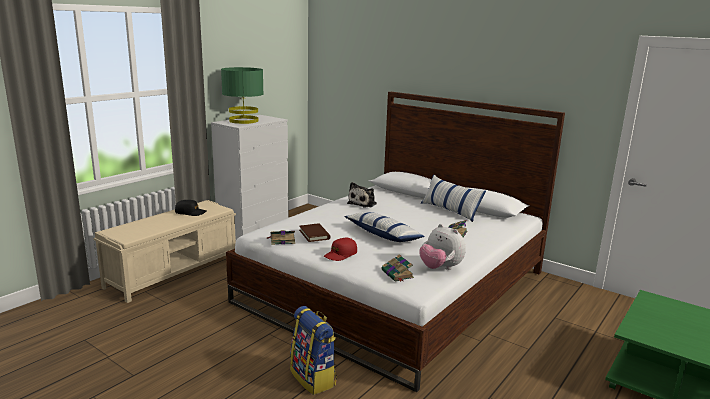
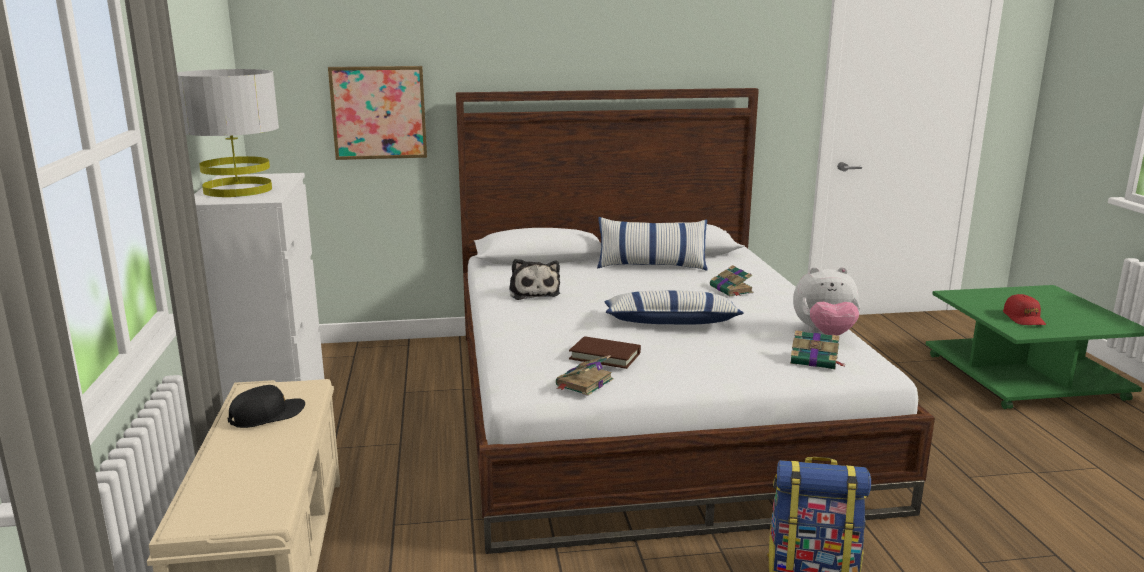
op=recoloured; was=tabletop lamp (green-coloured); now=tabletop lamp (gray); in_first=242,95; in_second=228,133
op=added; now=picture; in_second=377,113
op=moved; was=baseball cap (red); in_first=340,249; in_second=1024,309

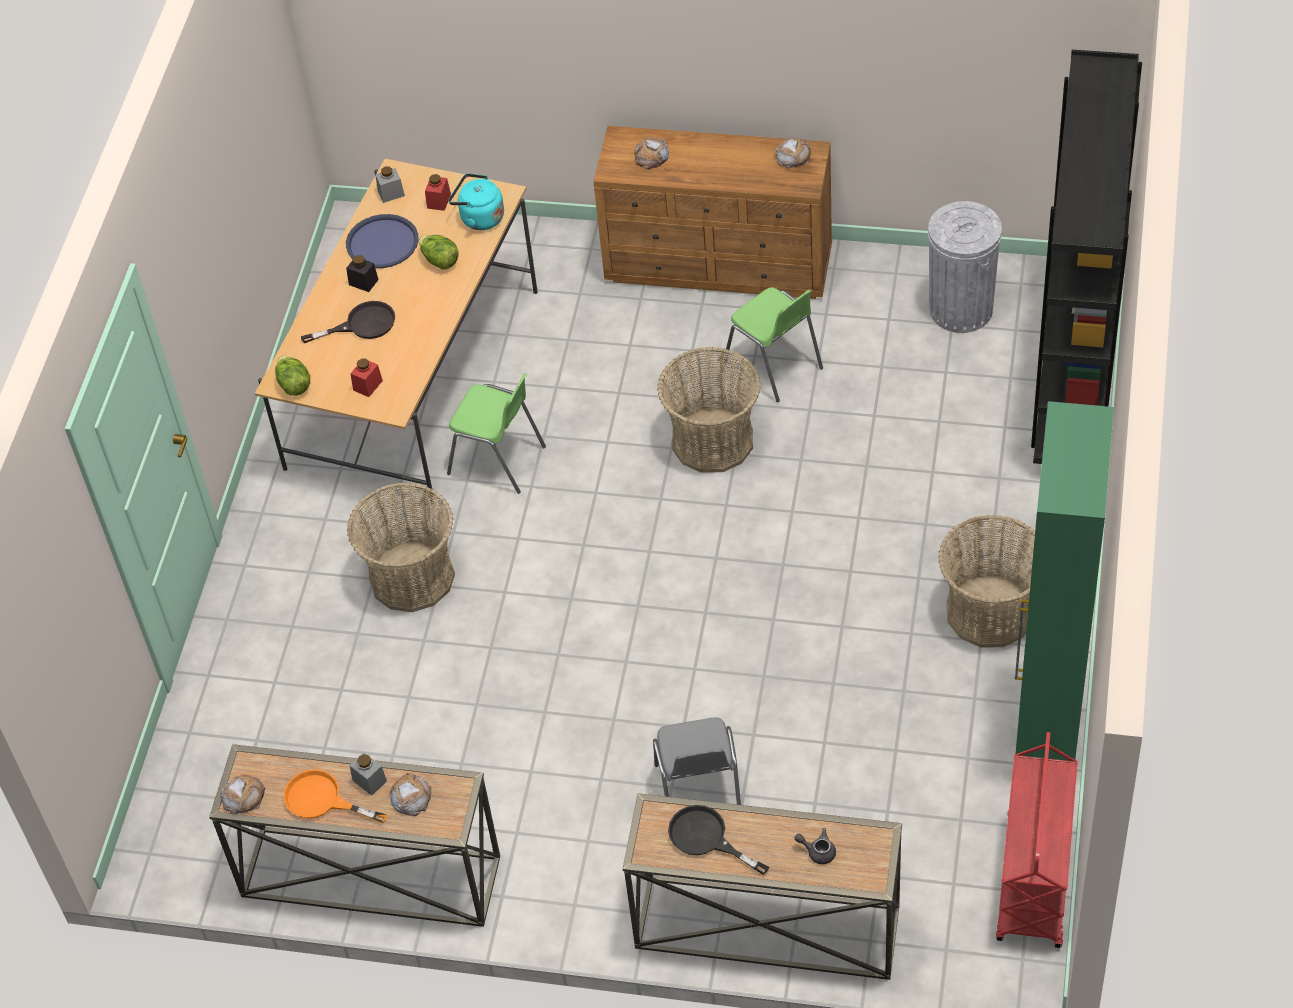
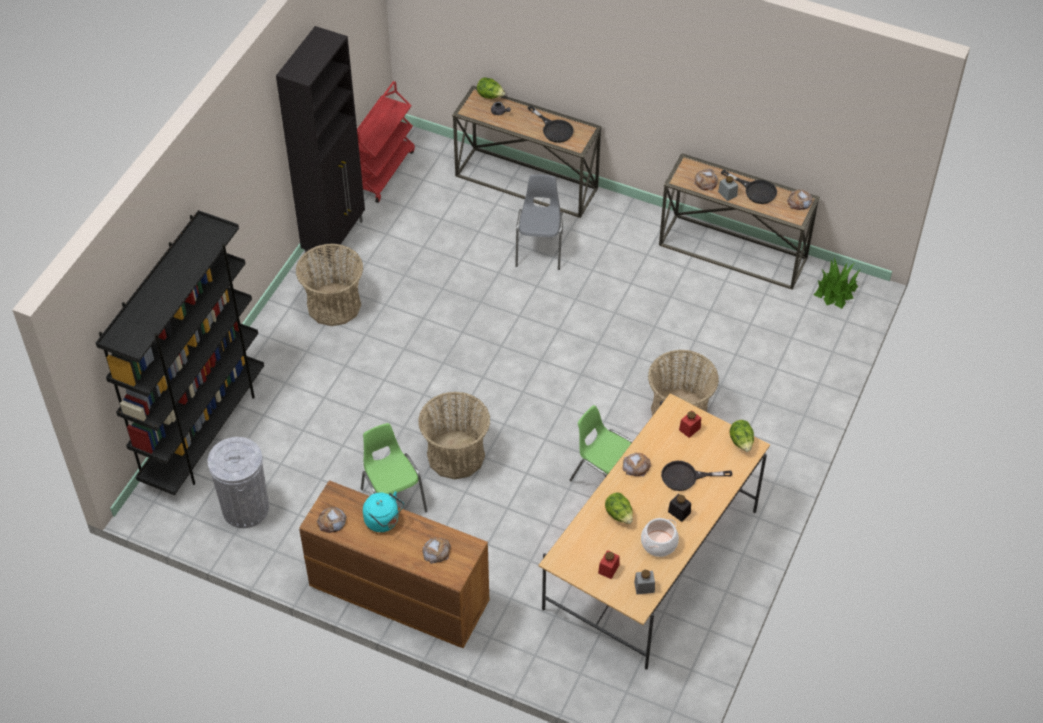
op=recoloured; was=cabinet (green-coloured); now=cabinet (blackish); in_first=1064,581; in_second=320,146
op=moved; was=tea kettle (turquoise-coloured); in_first=476,201; in_second=383,511
op=added; now=head of lettuce; in_second=491,88
op=added; now=bakery bread; in_second=636,464
op=replaced; was=serving tray (blue); now=saucepot; in_first=382,241; in_second=660,537
op=recoloured; was=skillet (orange); now=skillet (blackish); in_first=335,796; in_second=749,187
op=added; now=houseplant; in_second=837,283

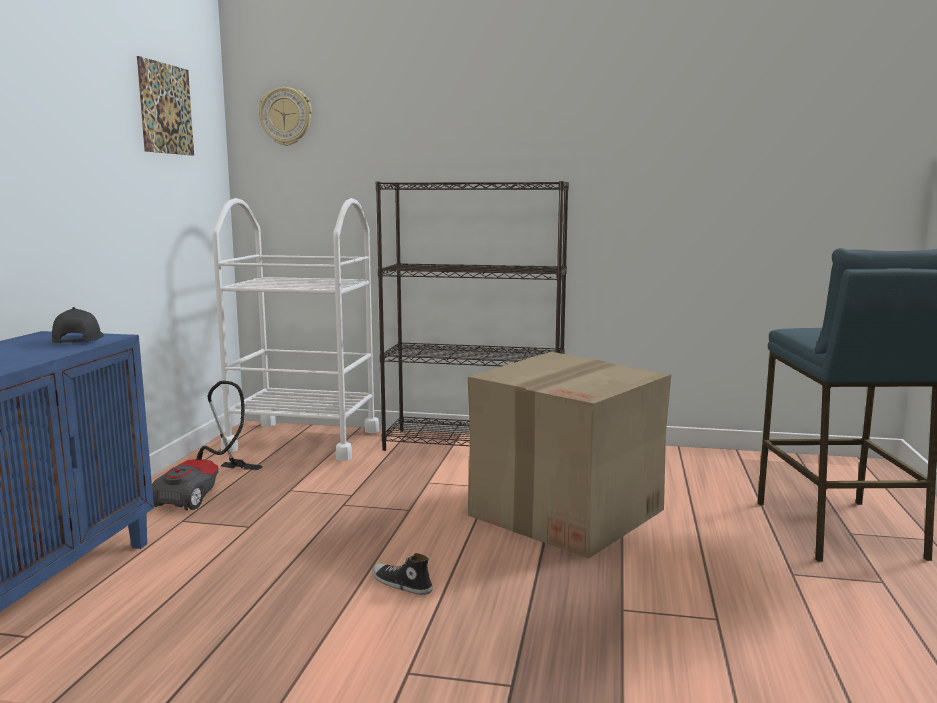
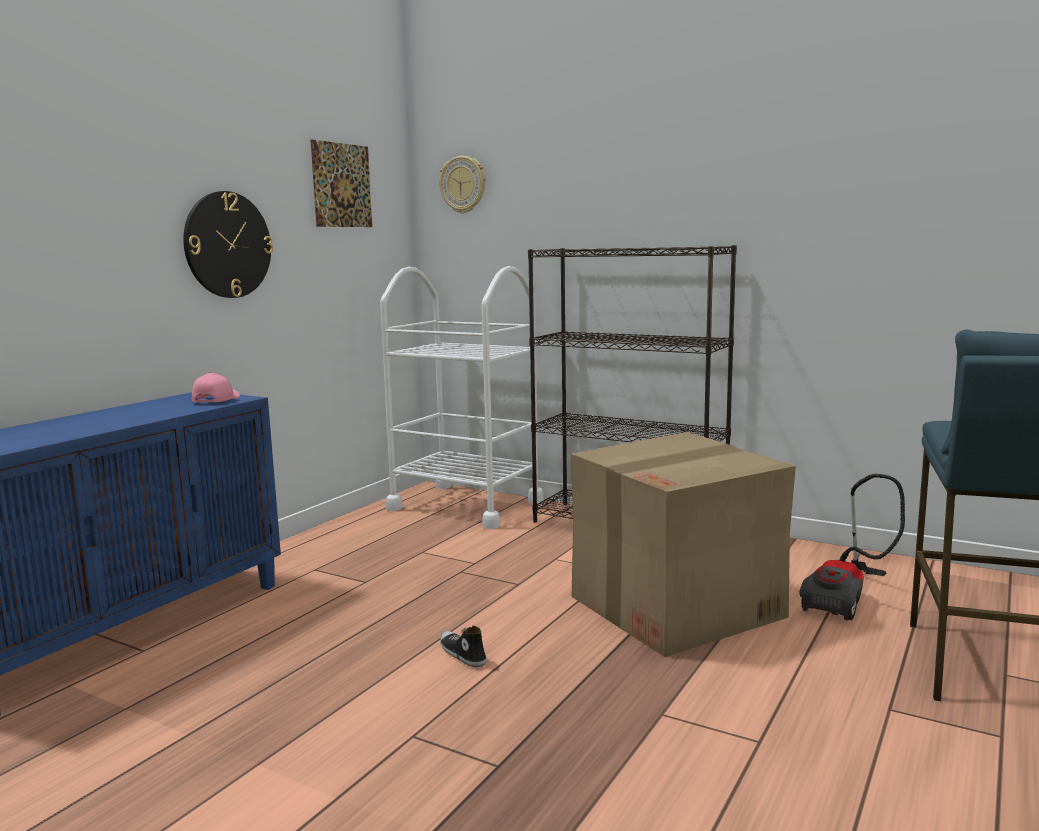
op=added; now=wall clock; in_second=228,244
op=recoloured; was=baseball cap (blackish); now=baseball cap (pink-coloured); in_first=78,325; in_second=216,387
op=moved; was=vacuum; in_first=207,445; in_second=852,547

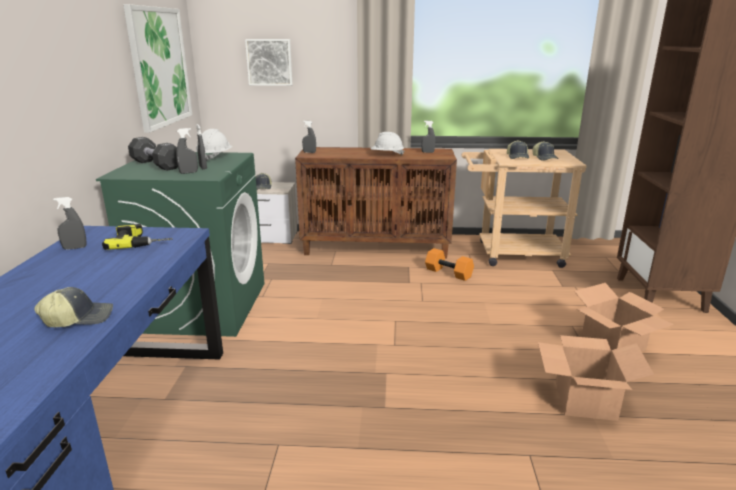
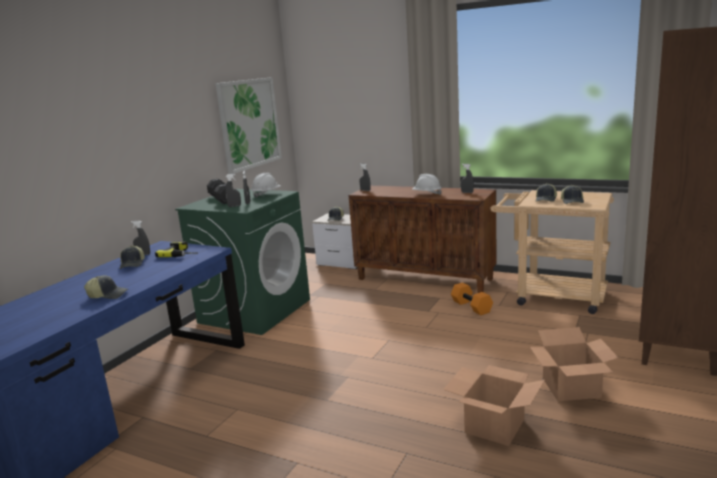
op=added; now=baseball cap; in_second=132,257
op=removed; was=picture; in_first=269,62

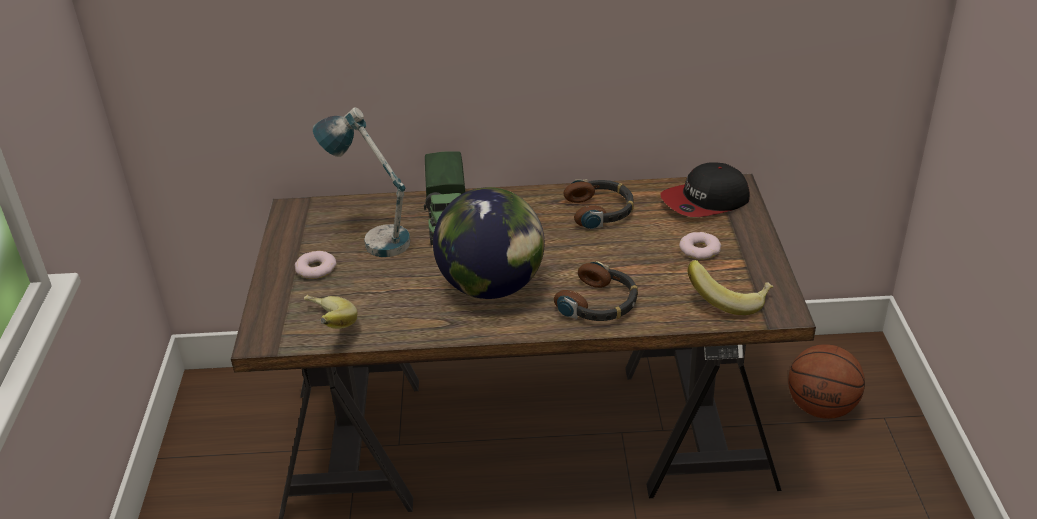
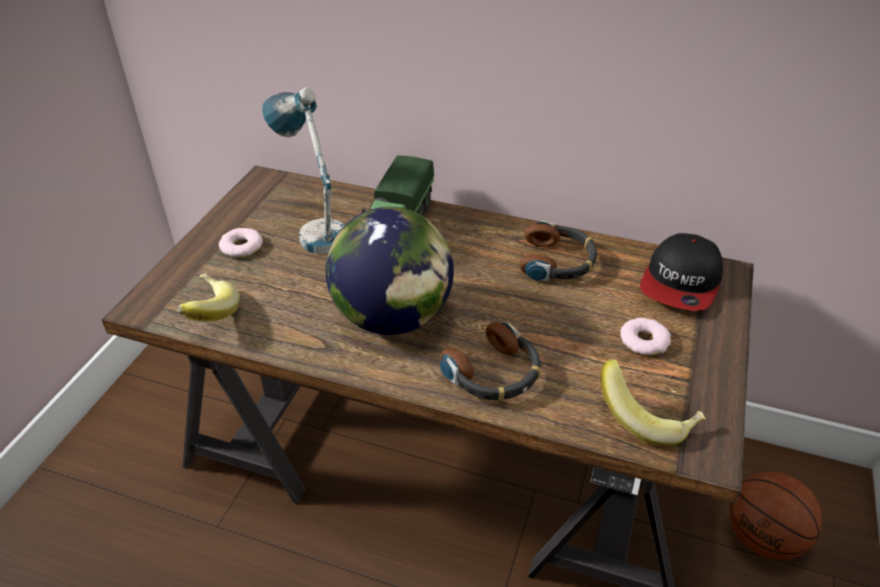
op=turned; was=baseball cap; in_first=705,189; in_second=681,272; clockwise=-60

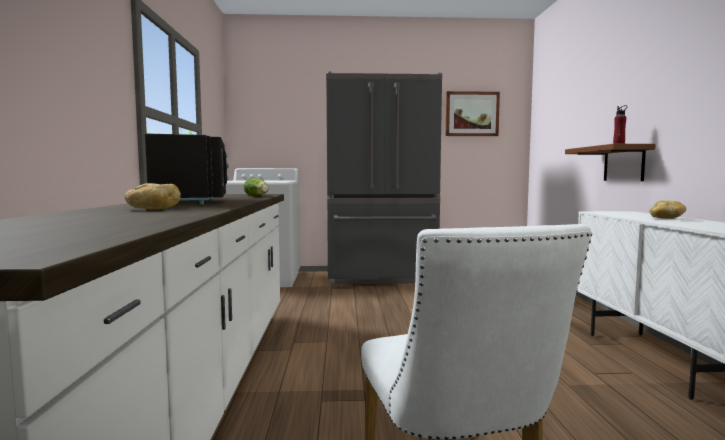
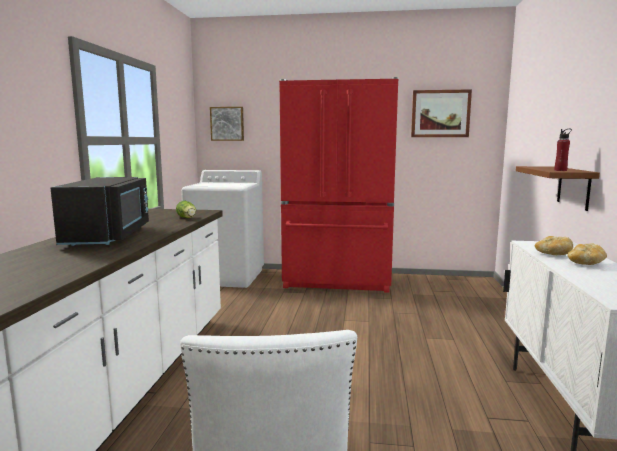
op=added; now=picture; in_second=227,124
op=recoloured; was=refrigerator (gray); now=refrigerator (red); in_first=384,179; in_second=339,185
op=moved; was=bakery bread; in_first=152,196; in_second=554,245

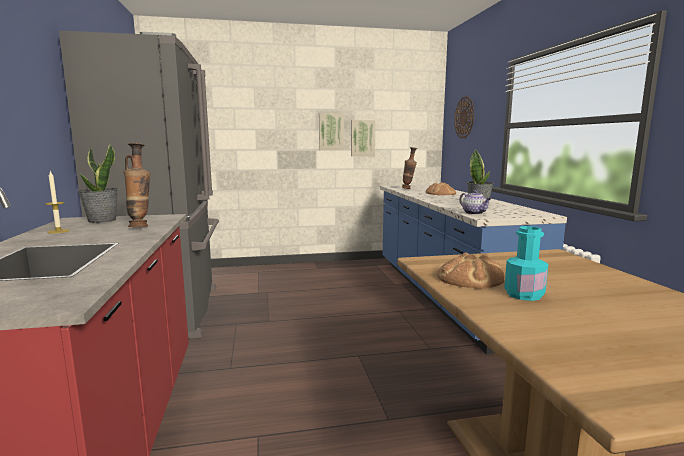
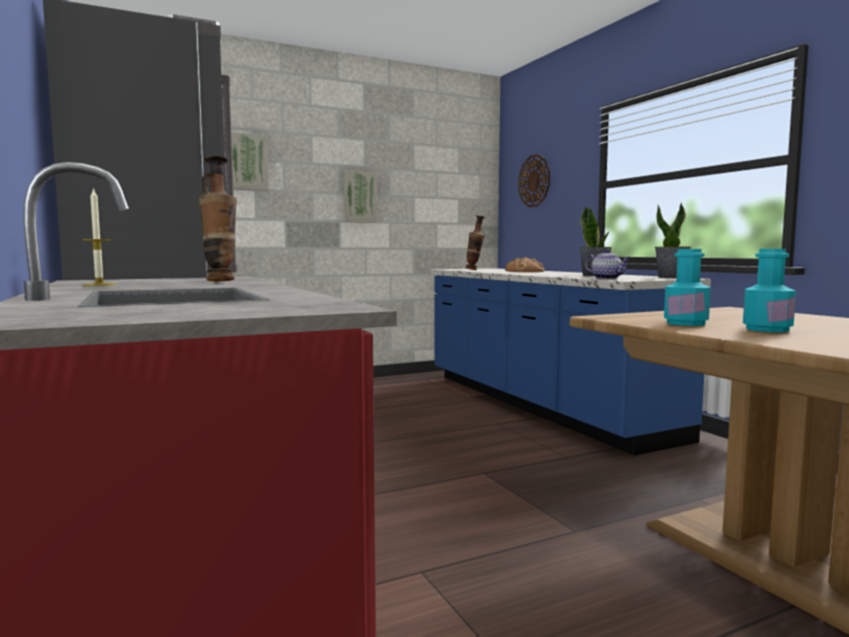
op=moved; was=picture; in_first=363,138; in_second=250,161
op=moved; was=houseplant; in_first=98,183; in_second=673,240
op=replaced; was=bakery bread; now=bottle (turquoise-coloured); in_first=471,270; in_second=687,287

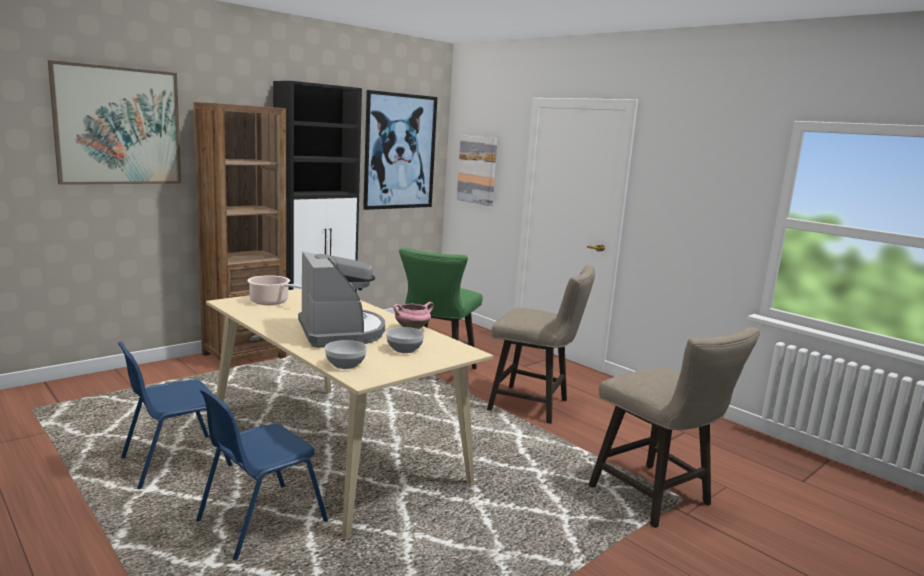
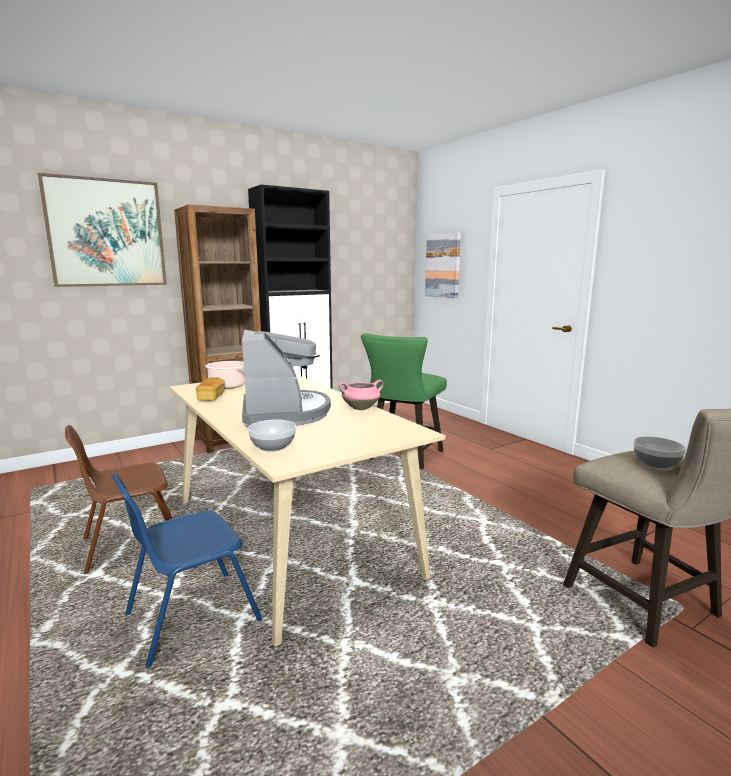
op=recoloured; was=chair (blue); now=chair (brown-coloured); in_first=175,415; in_second=118,499
op=added; now=bakery bread; in_second=210,389
op=moved; was=serving bowl; in_first=405,340; in_second=660,452
op=removed; was=picture; in_first=400,150
op=removed; was=sitting stool (sand-coloured); in_first=541,344

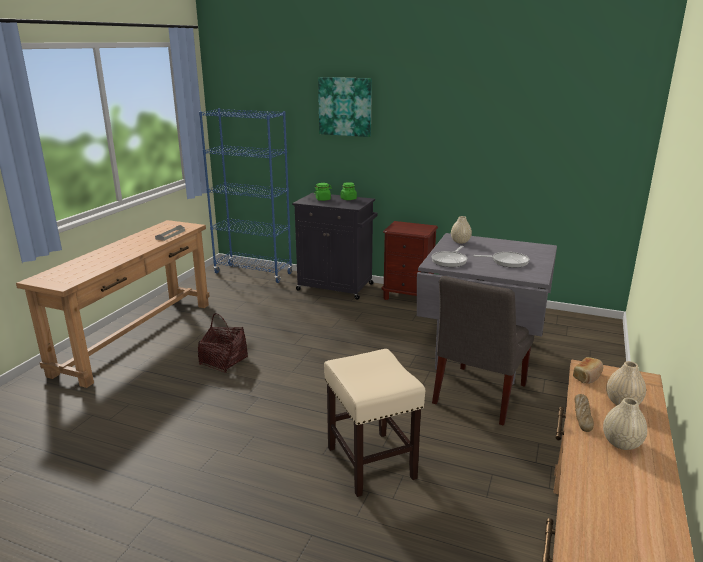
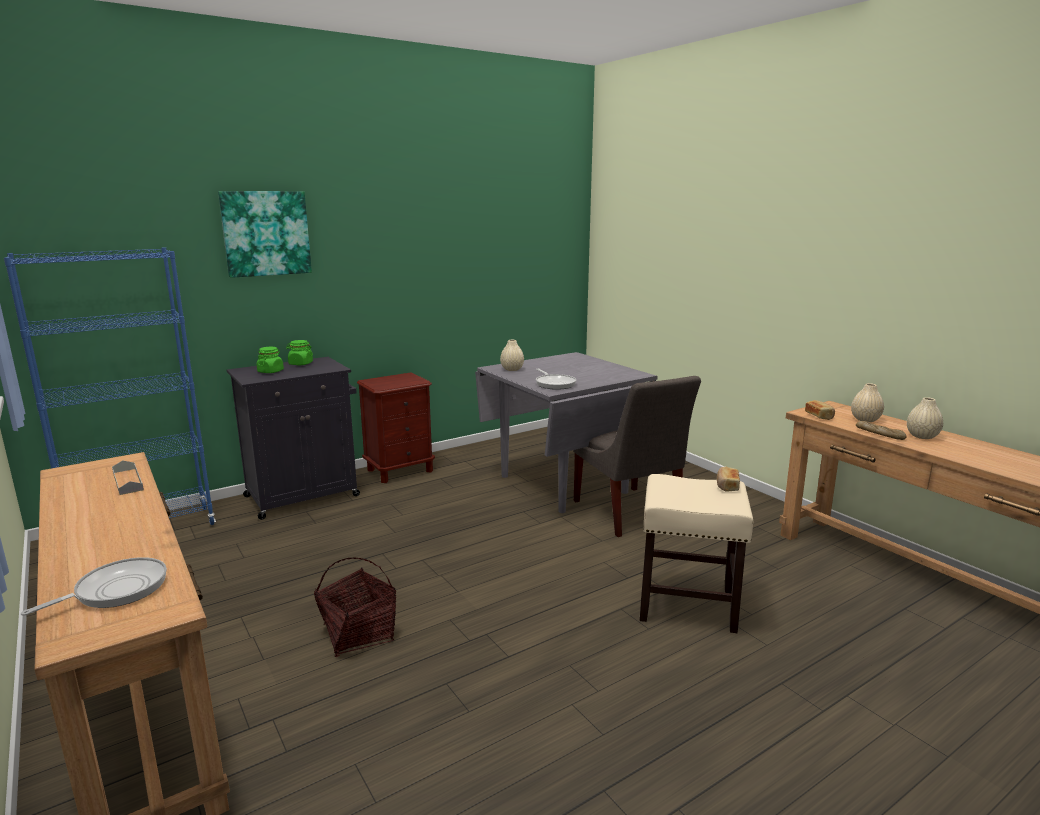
op=moved; was=skillet; in_first=501,260; in_second=94,586
op=added; now=bakery bread; in_second=728,479

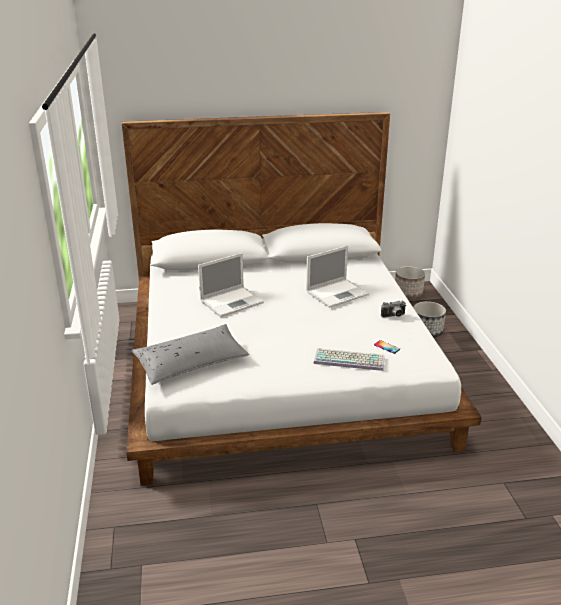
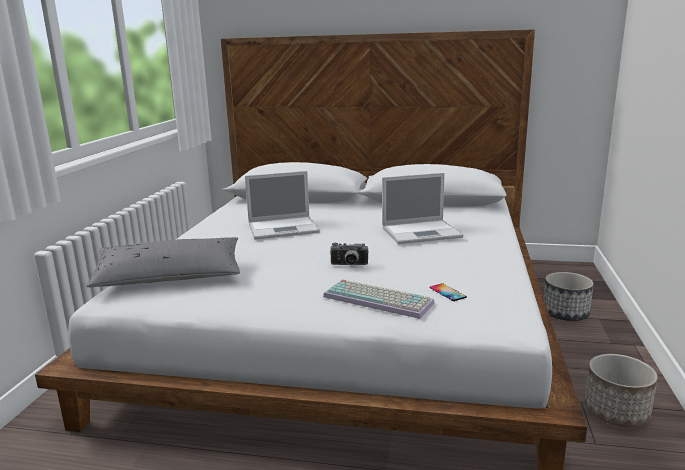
op=moved; was=still camera; in_first=393,309; in_second=350,254
op=moved; was=planter; in_first=410,282; in_second=621,390

